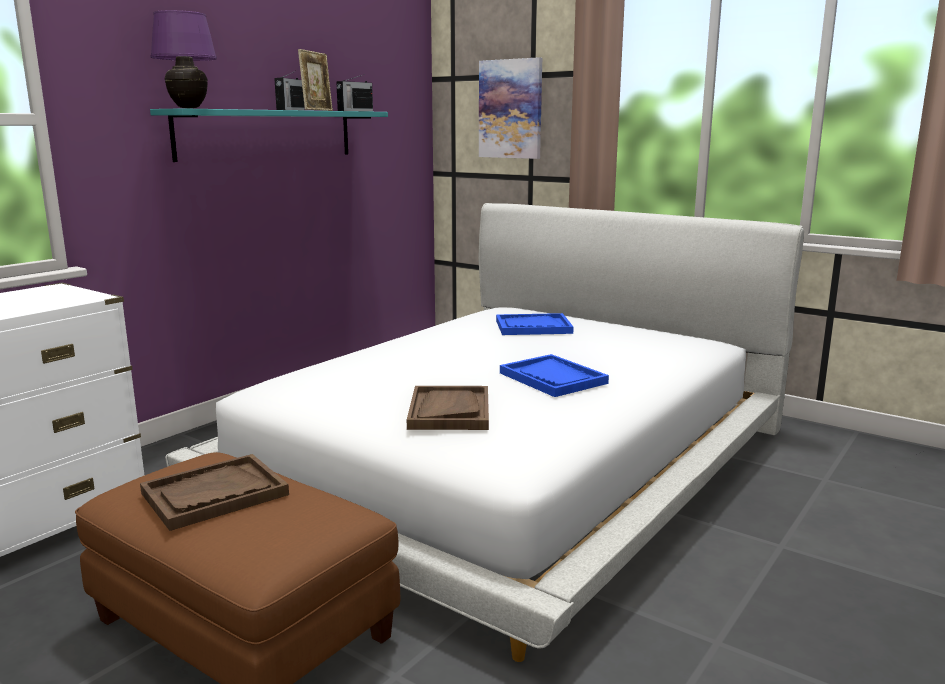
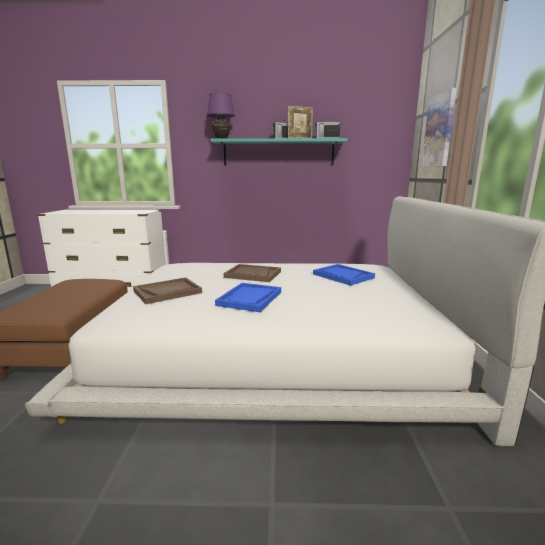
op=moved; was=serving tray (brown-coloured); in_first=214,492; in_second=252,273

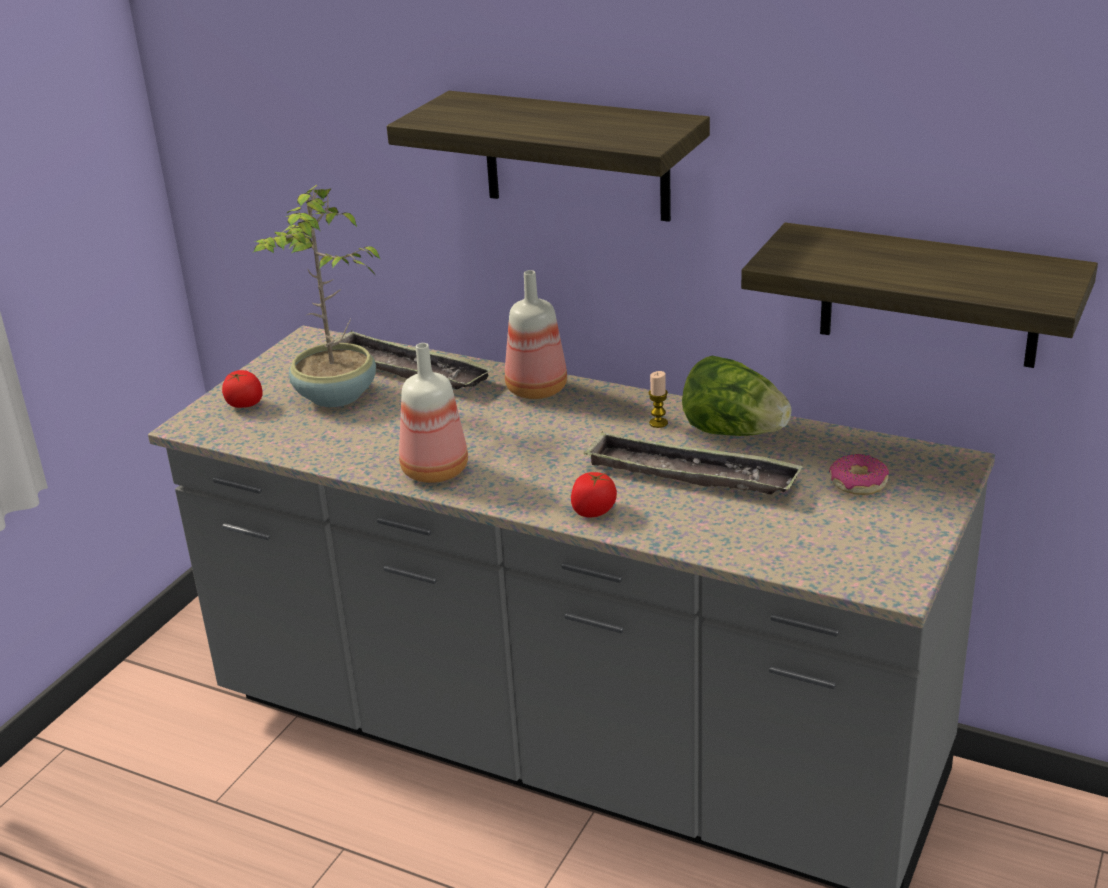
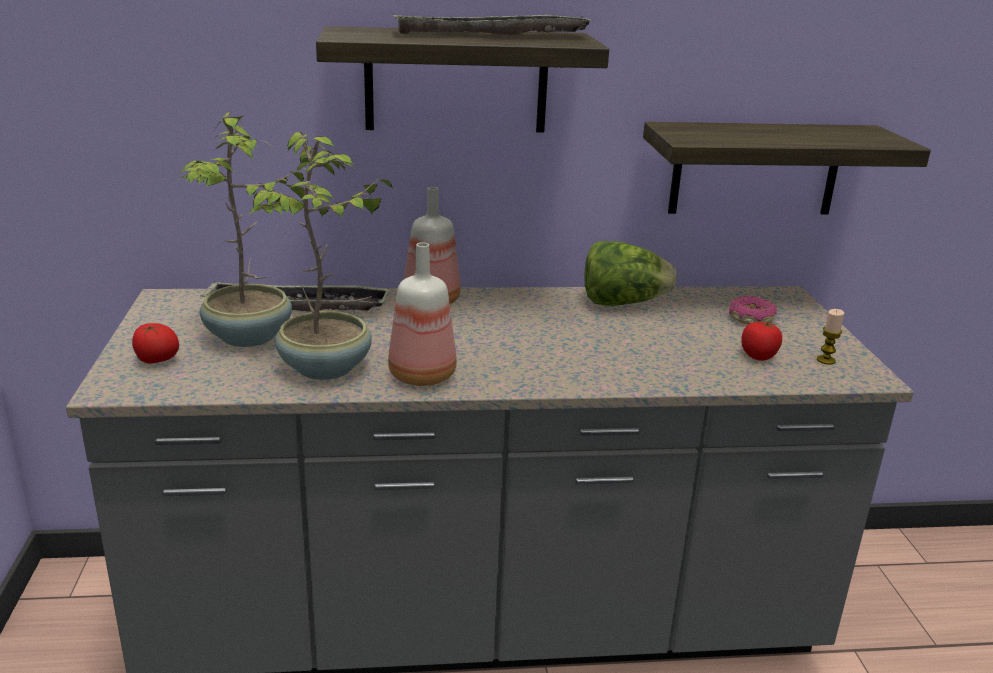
op=added; now=houseplant; in_second=321,256
op=moved; was=serving tray; in_first=693,463; in_second=492,24
op=moved; was=whole tomato; in_first=594,494; in_second=761,340
op=moved; was=candle; in_first=658,399; in_second=830,337

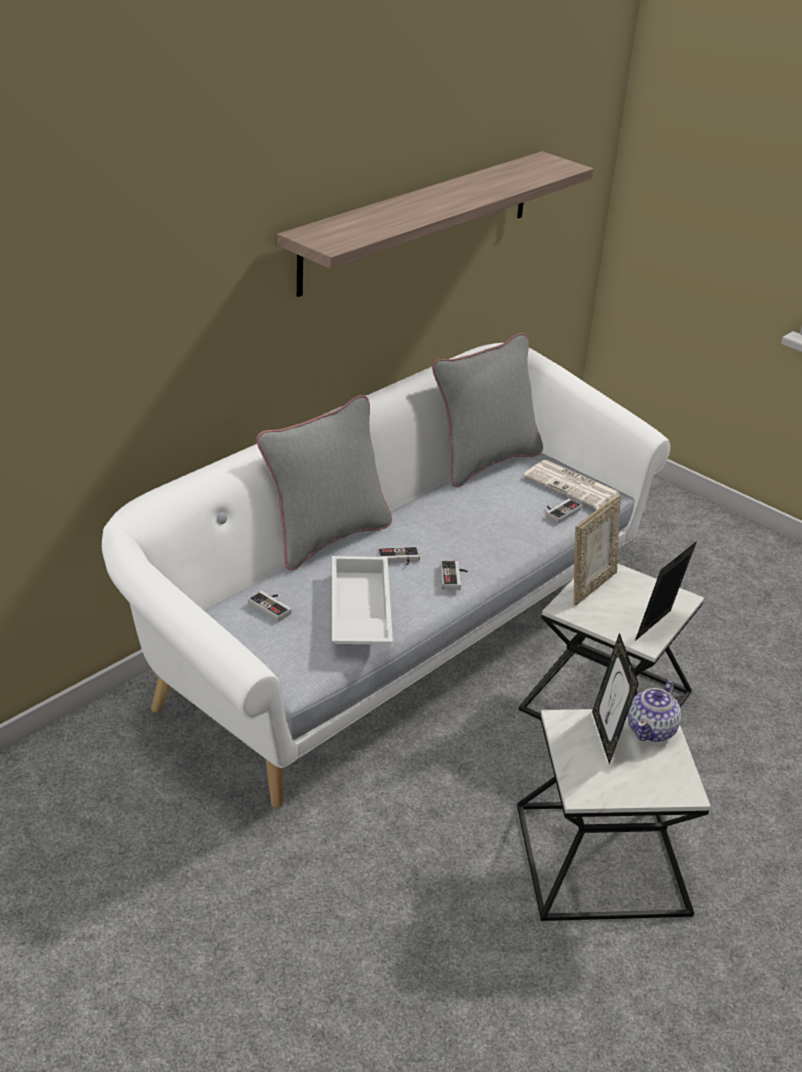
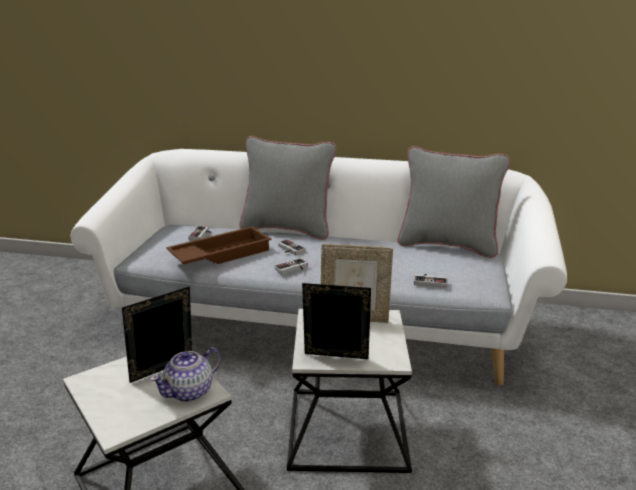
op=turned; was=teapot; in_first=654,711; in_second=185,374; clockwise=-45
op=recoloured; was=serving tray (white); now=serving tray (brown-coloured); in_first=362,600; in_second=218,245
op=removed; was=bracket shelf; in_first=435,224
op=removed; was=newspaper; in_first=571,484

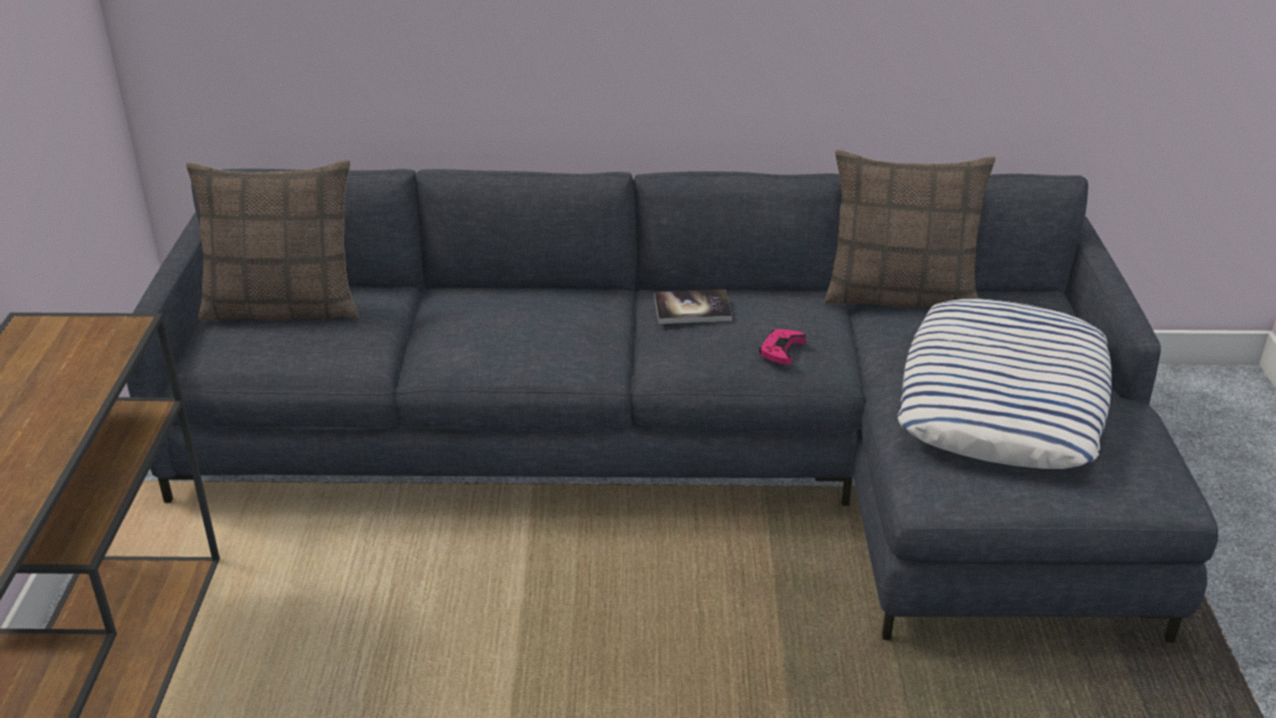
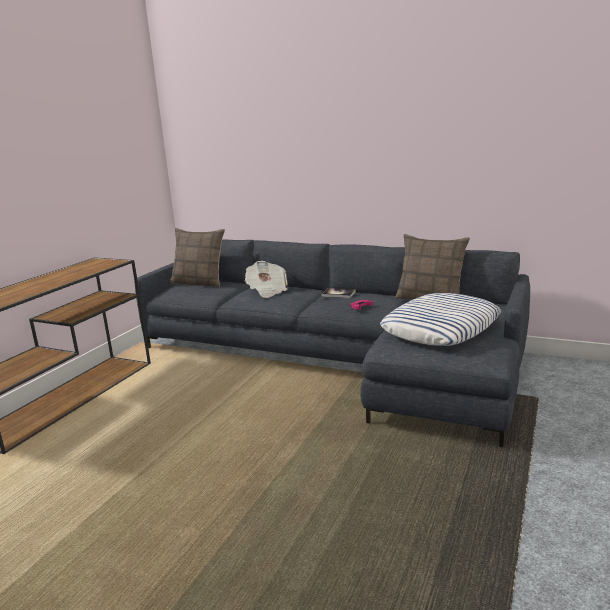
op=added; now=newspaper; in_second=266,279

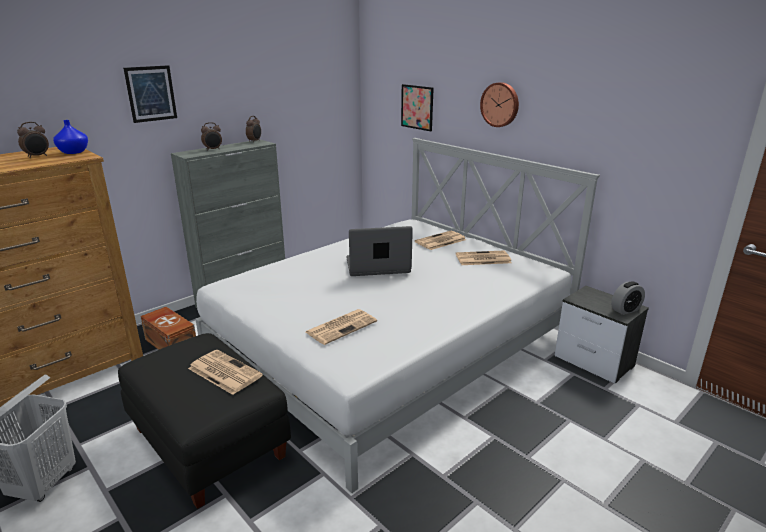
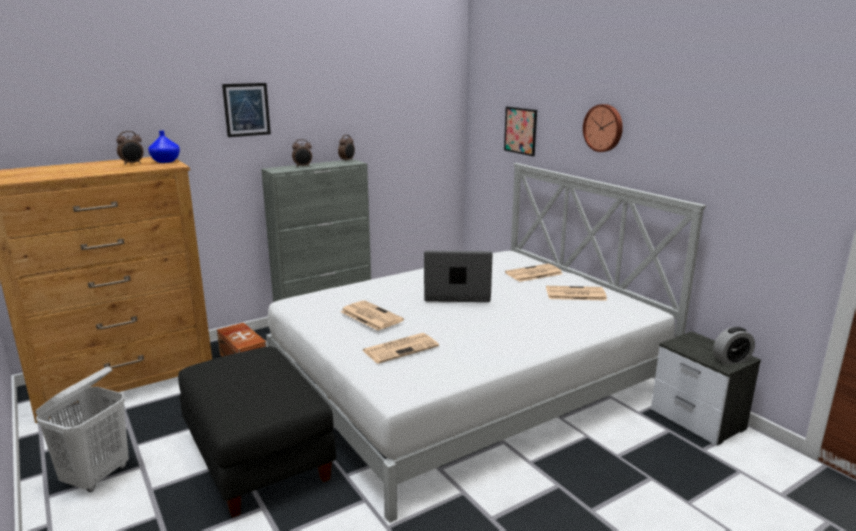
op=moved; was=newspaper; in_first=225,372; in_second=372,315

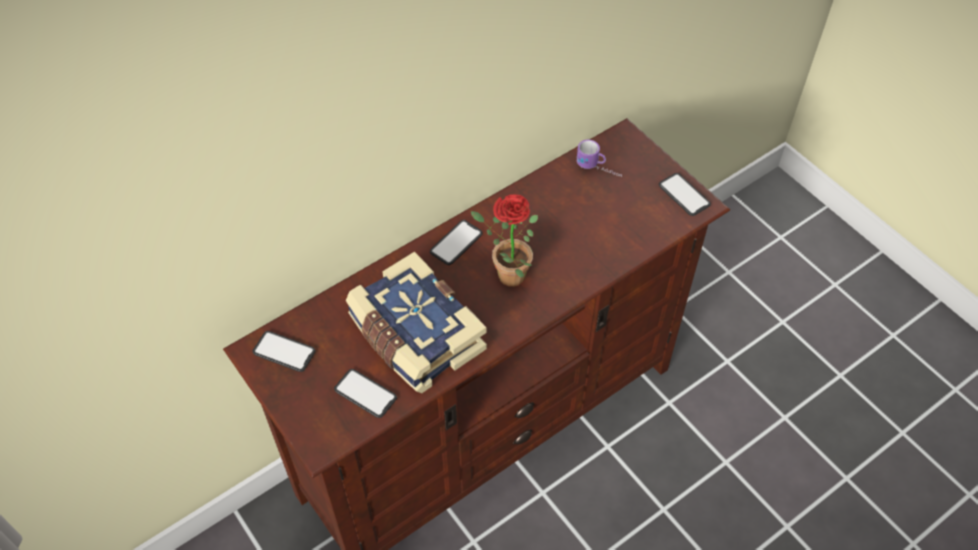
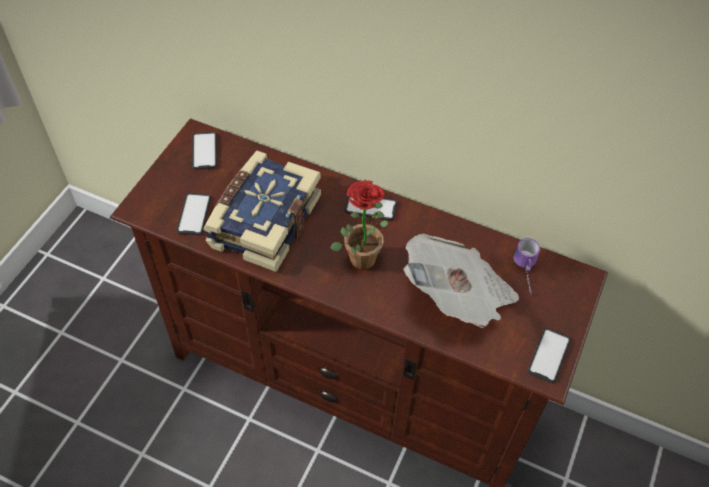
op=added; now=newspaper; in_second=461,280

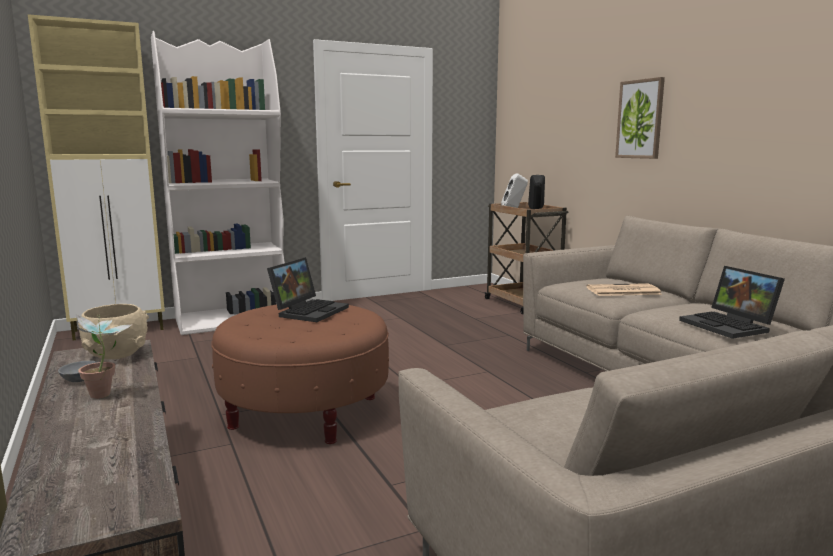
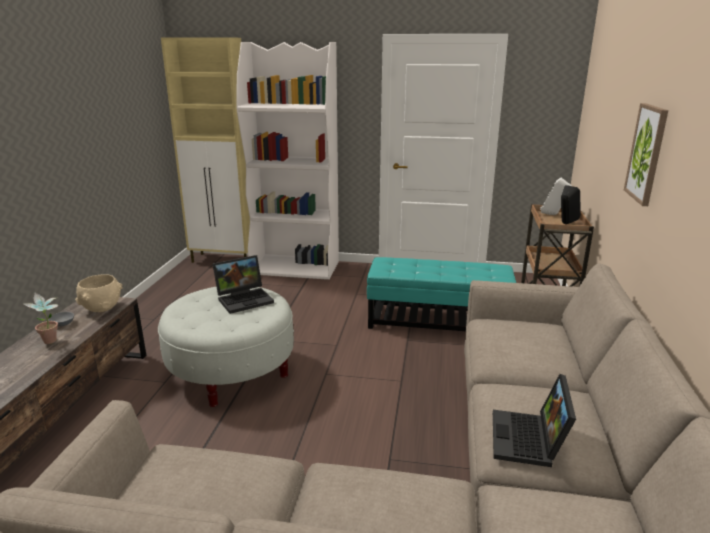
op=recoloured; was=footrest (brown-coloured); now=footrest (white); in_first=300,374; in_second=226,347
op=added; now=footrest (turquoise-coloured); in_second=441,294
op=removed; was=newspaper; in_first=624,289

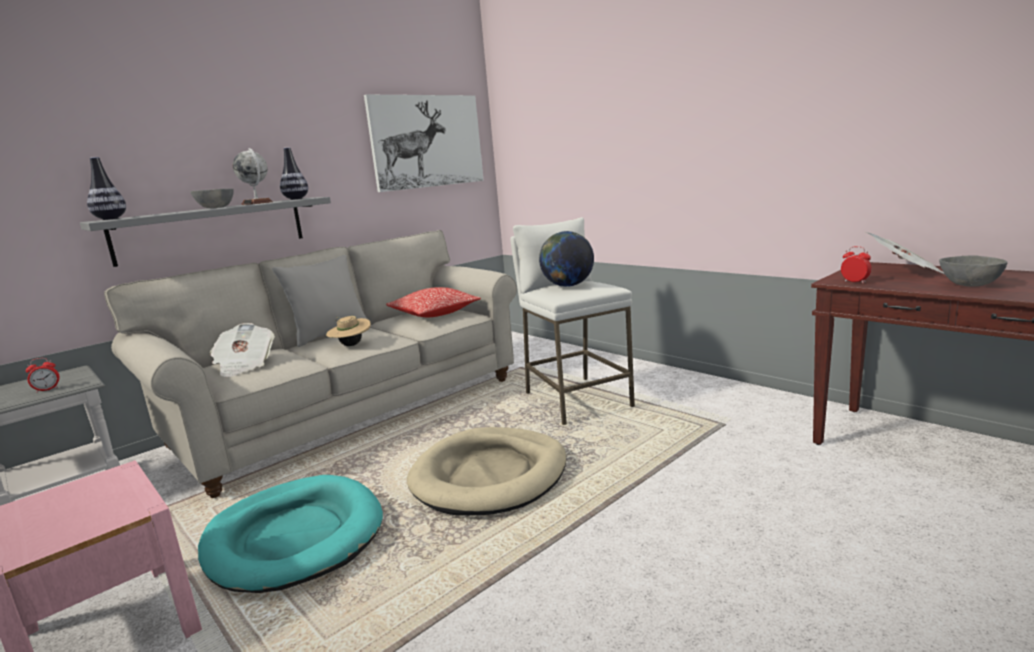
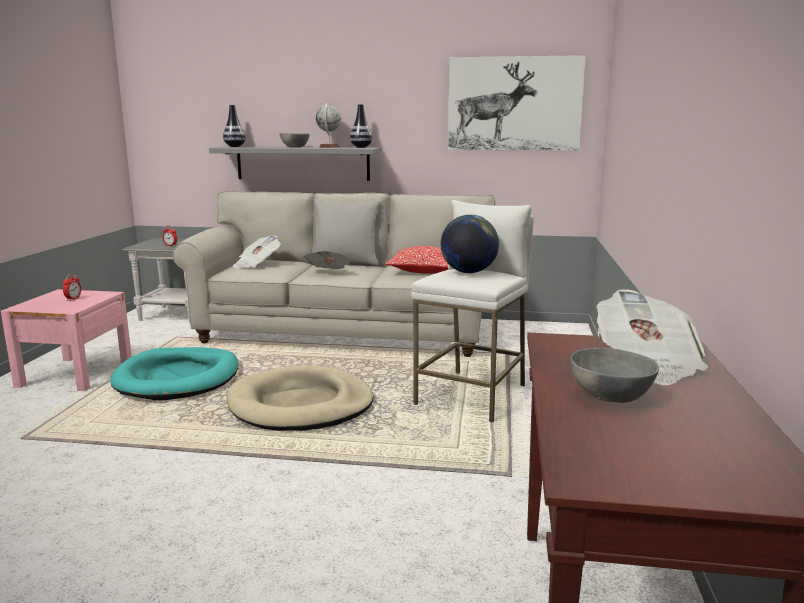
op=moved; was=table clock; in_first=856,264; in_second=72,287
op=replaced; was=hat (sand-coloured); now=newspaper; in_first=348,331; in_second=327,260

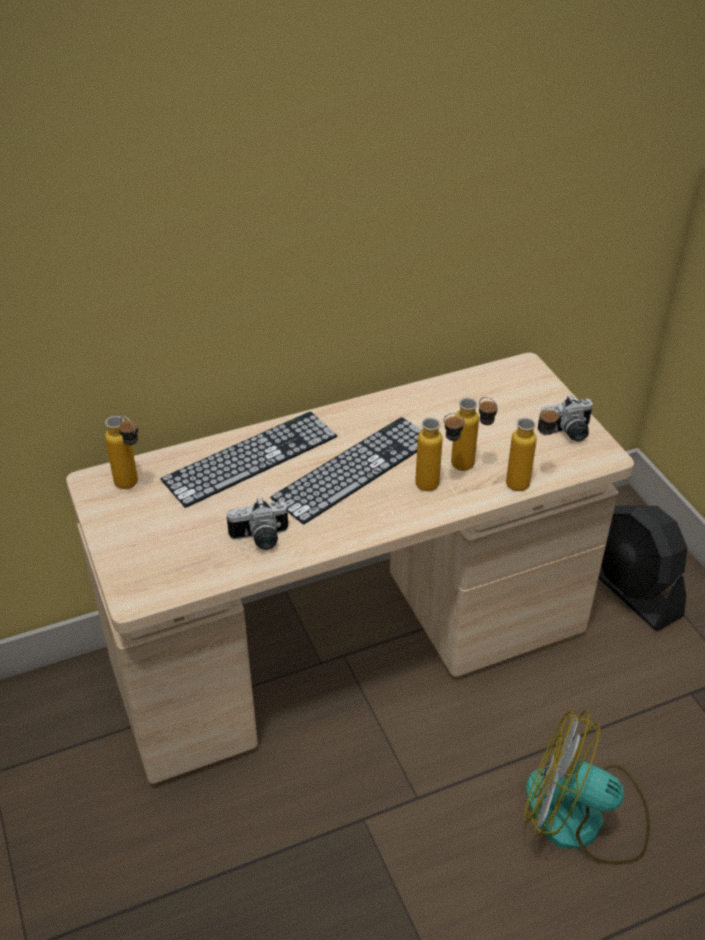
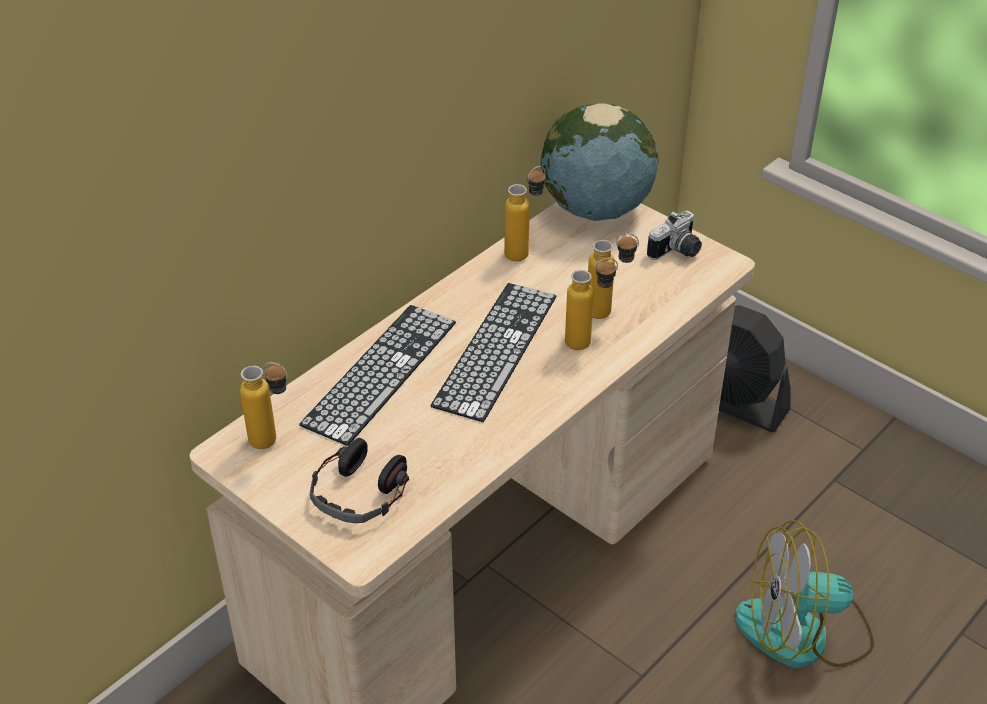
op=added; now=pair of headphones; in_second=359,480
op=moved; was=bottle; in_first=533,449; in_second=525,213
op=added; now=desk globe; in_second=600,162
op=removed; was=still camera; in_first=257,524

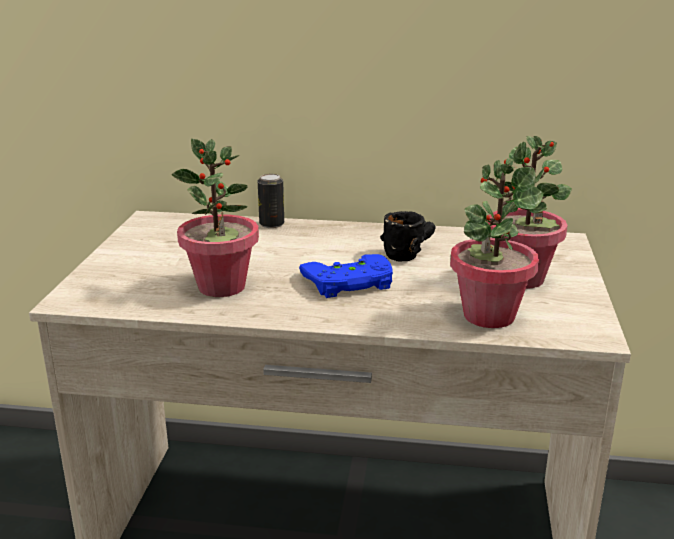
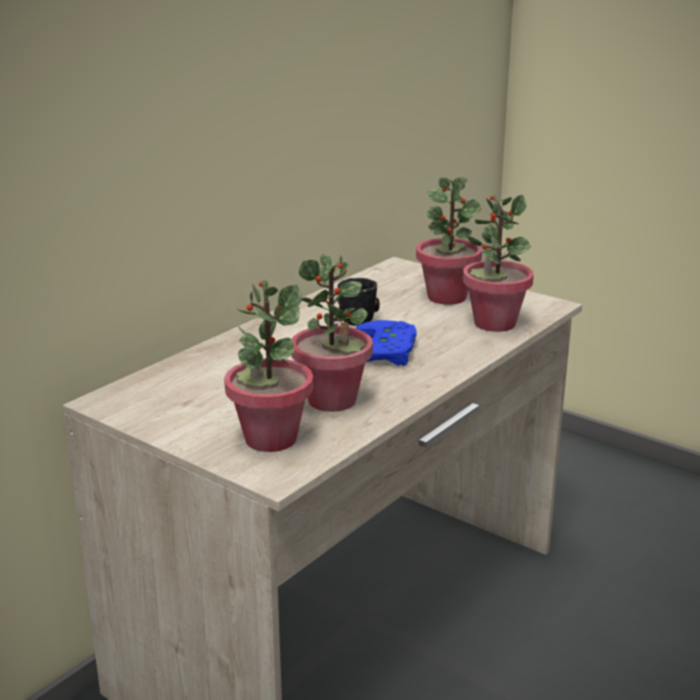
op=added; now=houseplant; in_second=268,366
op=removed; was=metal can; in_first=271,201

